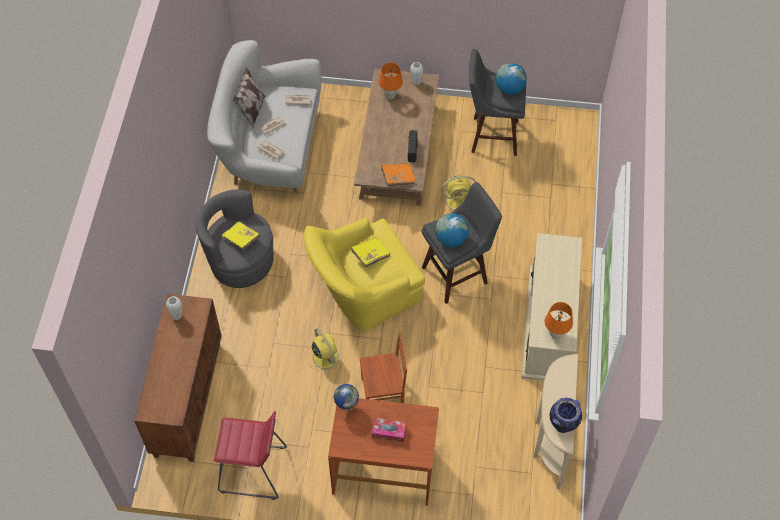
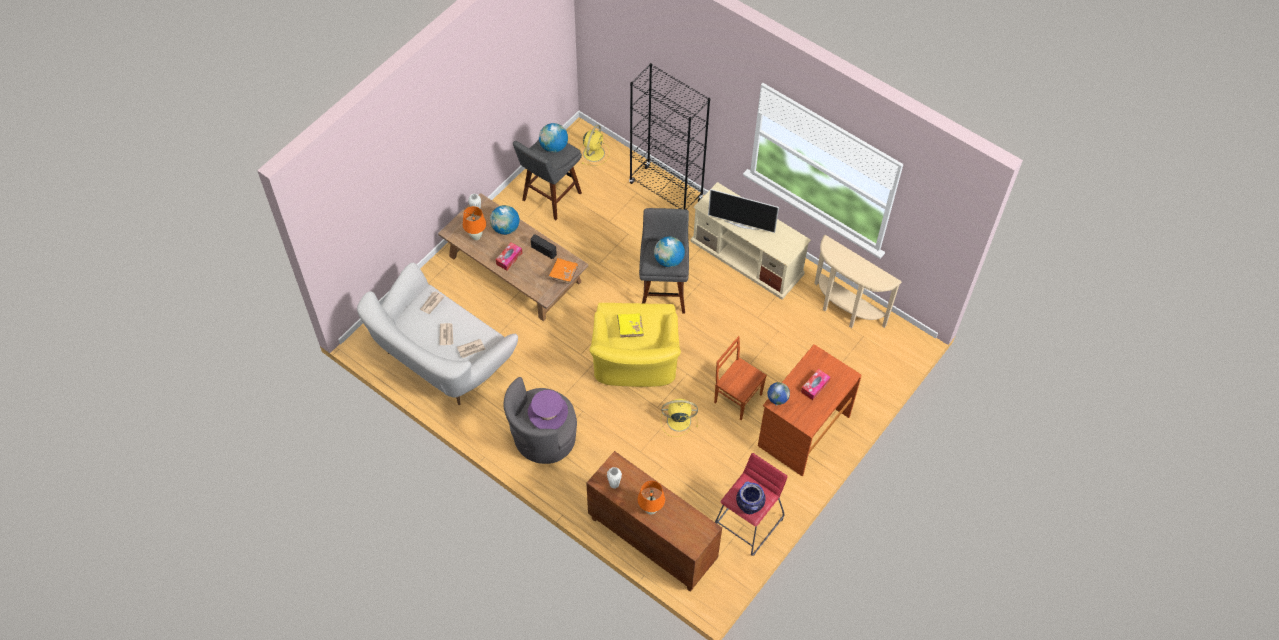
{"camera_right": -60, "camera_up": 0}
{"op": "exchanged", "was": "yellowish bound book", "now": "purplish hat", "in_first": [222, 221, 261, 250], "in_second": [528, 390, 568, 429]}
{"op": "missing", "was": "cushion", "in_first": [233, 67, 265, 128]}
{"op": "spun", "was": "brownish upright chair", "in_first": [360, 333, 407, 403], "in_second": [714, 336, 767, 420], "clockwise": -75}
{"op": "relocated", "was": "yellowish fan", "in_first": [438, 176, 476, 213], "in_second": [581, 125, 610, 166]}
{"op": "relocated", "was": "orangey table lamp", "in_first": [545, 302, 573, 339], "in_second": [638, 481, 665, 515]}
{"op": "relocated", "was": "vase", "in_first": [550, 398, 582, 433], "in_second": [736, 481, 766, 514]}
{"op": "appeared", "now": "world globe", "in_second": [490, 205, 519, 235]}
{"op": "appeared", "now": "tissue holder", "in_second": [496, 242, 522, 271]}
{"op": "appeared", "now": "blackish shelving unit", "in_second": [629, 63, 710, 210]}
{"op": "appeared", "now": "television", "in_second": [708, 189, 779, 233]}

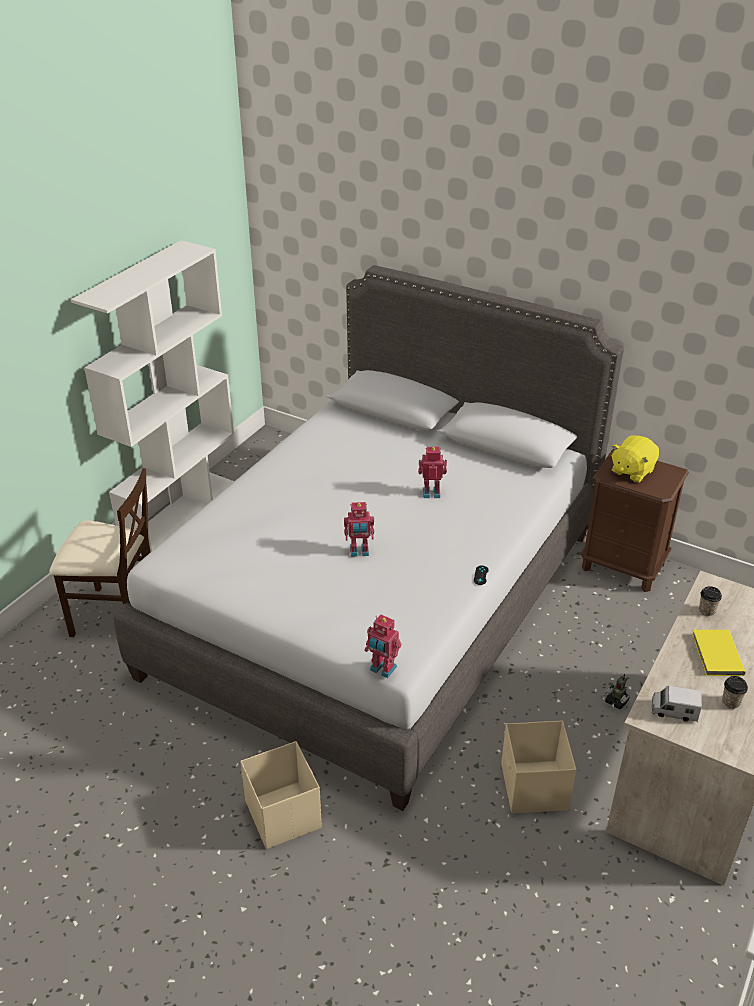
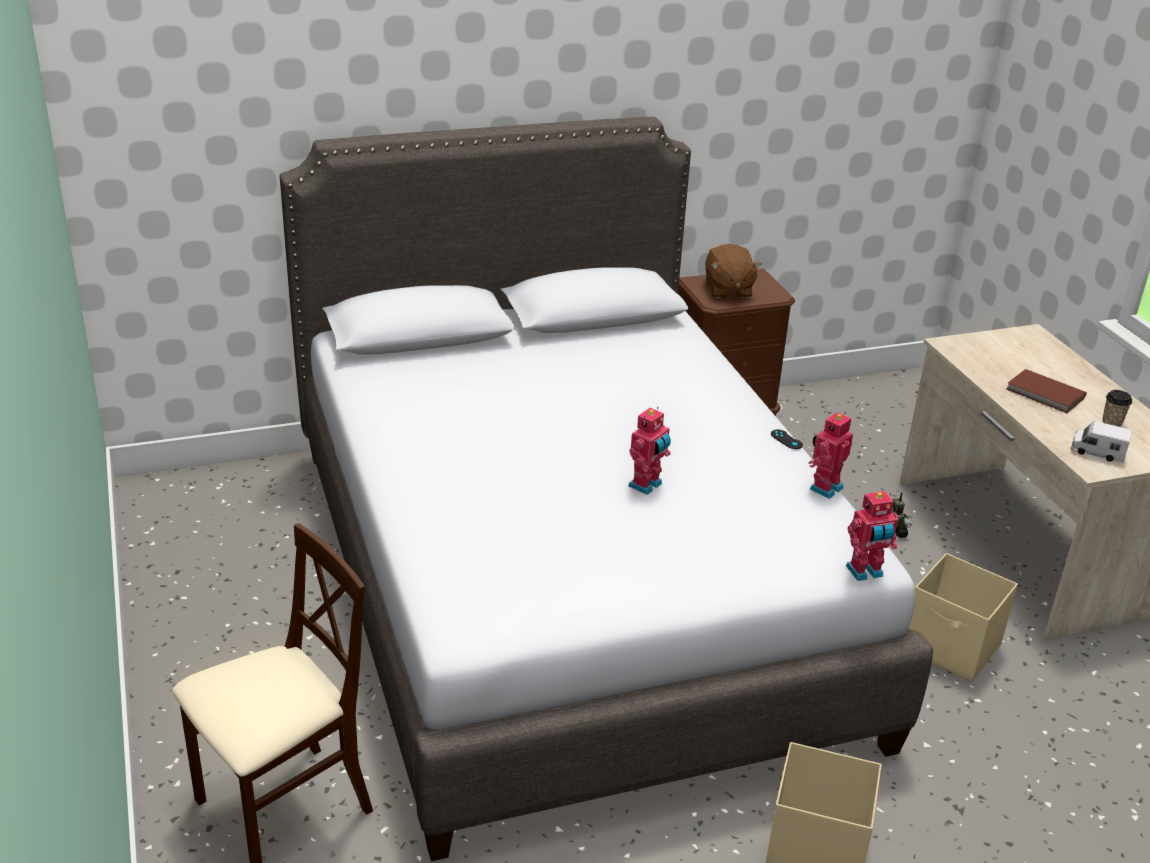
{"camera_right": -50, "camera_up": -5}
{"op": "missing", "was": "whitish shelving unit", "in_first": [71, 240, 234, 556]}
{"op": "relocated", "was": "robot figure", "in_first": [418, 447, 447, 498], "in_second": [809, 412, 853, 499]}
{"op": "colour", "was": "yellowish cuddly toy", "now": "brownish cuddly toy", "in_first": [612, 435, 659, 483], "in_second": [705, 244, 762, 299]}
{"op": "spun", "was": "toy truck", "in_first": [652, 686, 702, 722], "in_second": [1071, 421, 1132, 463], "clockwise": 60}
{"op": "colour", "was": "yellowish bound book", "now": "brownish bound book", "in_first": [692, 630, 746, 676], "in_second": [1006, 369, 1087, 413]}
{"op": "missing", "was": "cup", "in_first": [699, 586, 722, 616]}

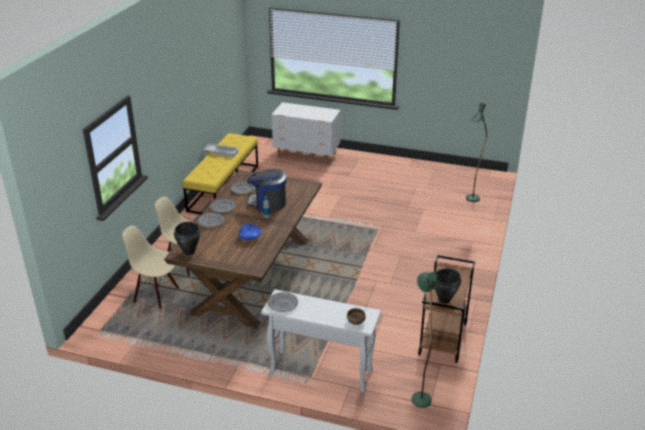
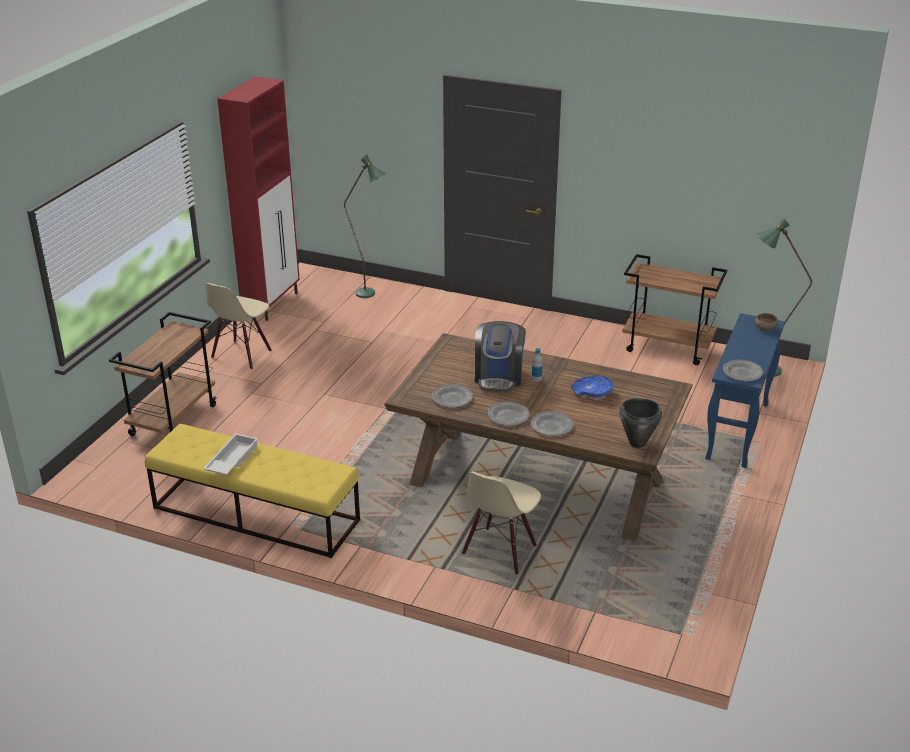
{"camera_right": -85, "camera_up": 0}
{"op": "relocated", "was": "sand-coloured upright chair", "in_first": [122, 225, 179, 309], "in_second": [205, 283, 272, 370]}
{"op": "colour", "was": "whitish console table", "now": "blue console table", "in_first": [261, 289, 381, 392], "in_second": [705, 313, 785, 468]}
{"op": "exchanged", "was": "whitish drawer chest", "now": "brownish cart", "in_first": [271, 102, 341, 165], "in_second": [109, 312, 216, 436]}
{"op": "missing", "was": "blackish stockpot", "in_first": [434, 268, 461, 304]}
{"op": "appeared", "now": "reddish storage cabinet", "in_second": [217, 76, 300, 321]}

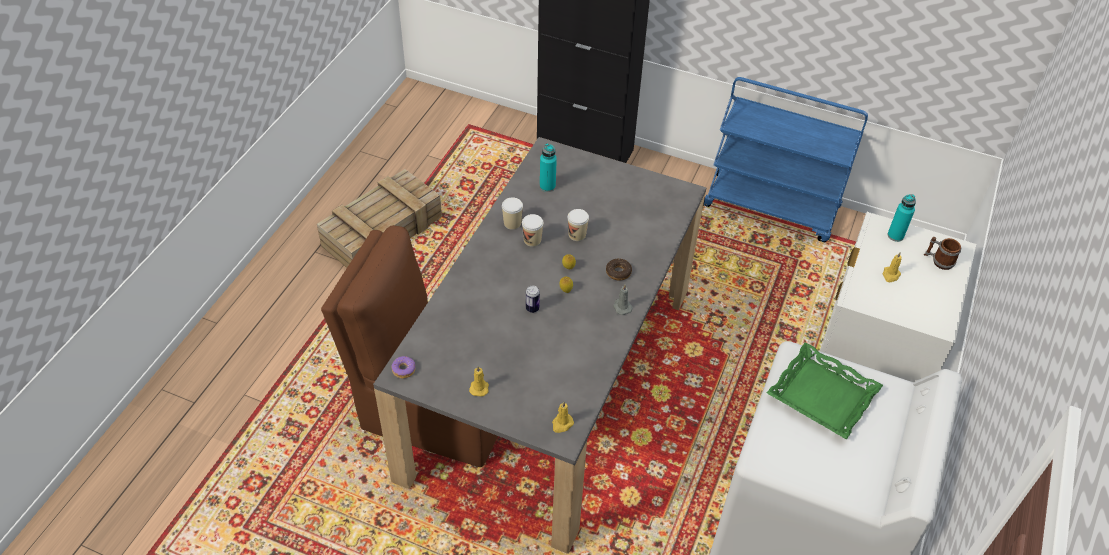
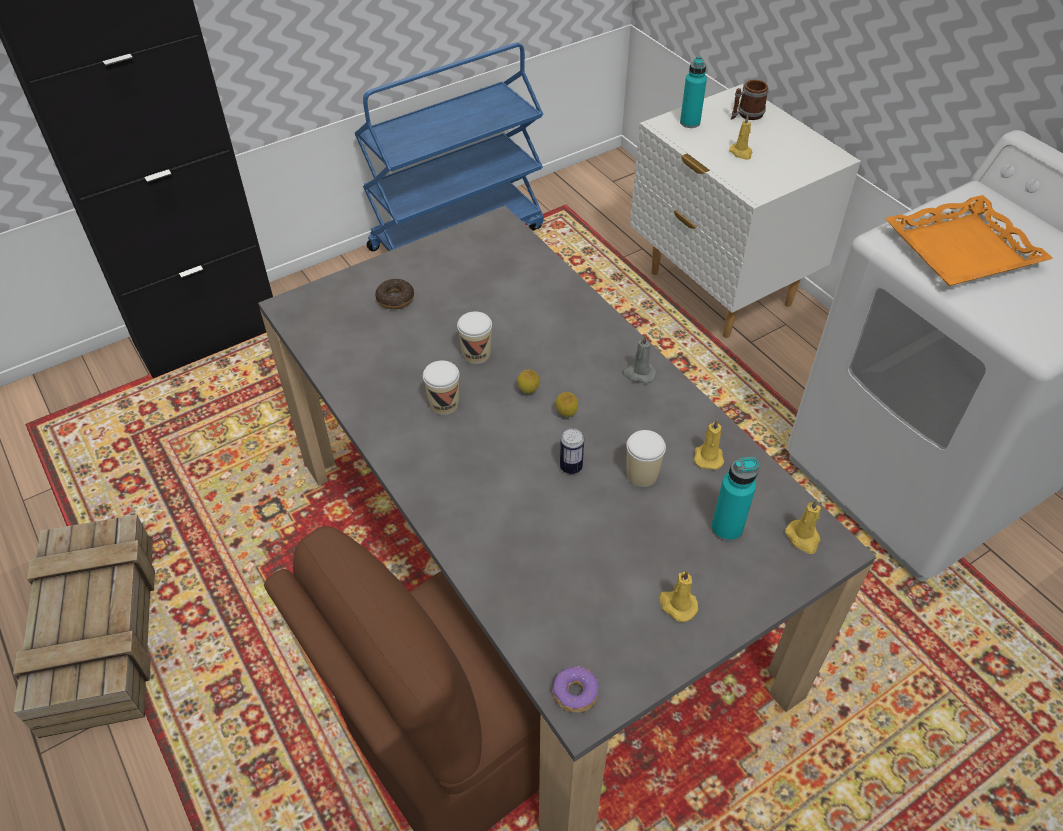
{"camera_right": -55, "camera_up": 0}
{"op": "relocated", "was": "cup", "in_first": [502, 197, 523, 230], "in_second": [626, 430, 666, 487]}
{"op": "relocated", "was": "turquoise beverage bottle", "in_first": [540, 143, 557, 192], "in_second": [711, 457, 759, 542]}
{"op": "relocated", "was": "ring doughnut", "in_first": [606, 259, 632, 281], "in_second": [375, 279, 414, 309]}
{"op": "colour", "was": "green-coloured carrying tray", "now": "orangey carrying tray", "in_first": [767, 342, 883, 440], "in_second": [885, 195, 1053, 286]}
{"op": "appeared", "now": "yellowish wax candle", "in_second": [694, 419, 724, 470]}

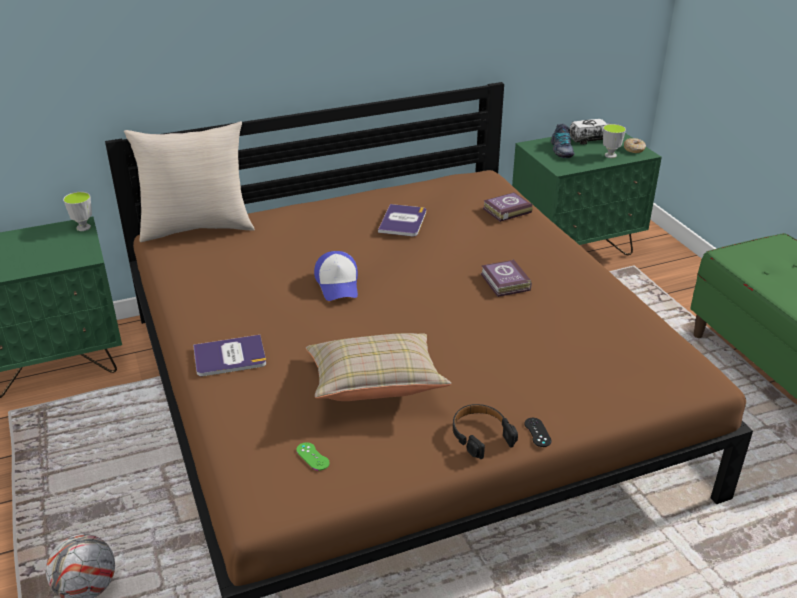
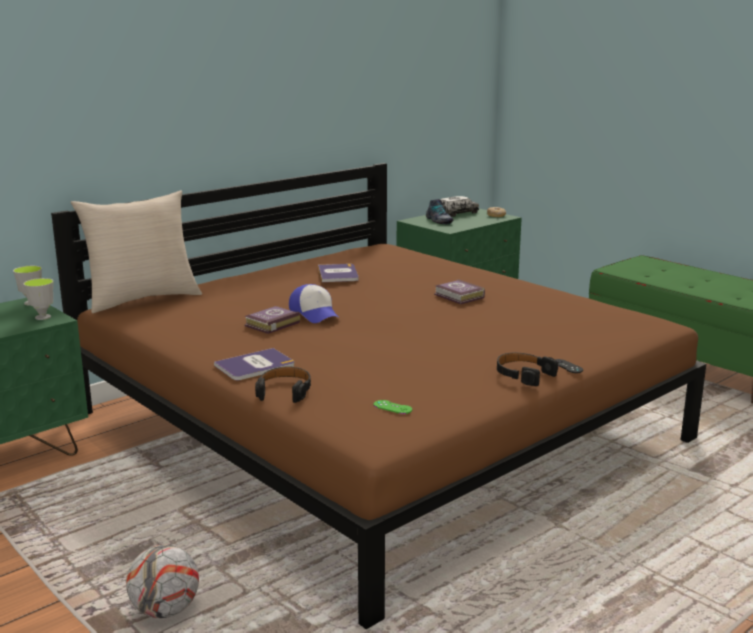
{"camera_right": -20, "camera_up": -15}
{"op": "missing", "was": "sand-coloured cushion", "in_first": [306, 333, 451, 401]}
{"op": "relocated", "was": "bound book", "in_first": [483, 192, 533, 222], "in_second": [244, 306, 300, 334]}
{"op": "relocated", "was": "cup", "in_first": [603, 124, 626, 158], "in_second": [23, 278, 54, 320]}
{"op": "appeared", "now": "blackish headphones", "in_second": [255, 366, 311, 403]}

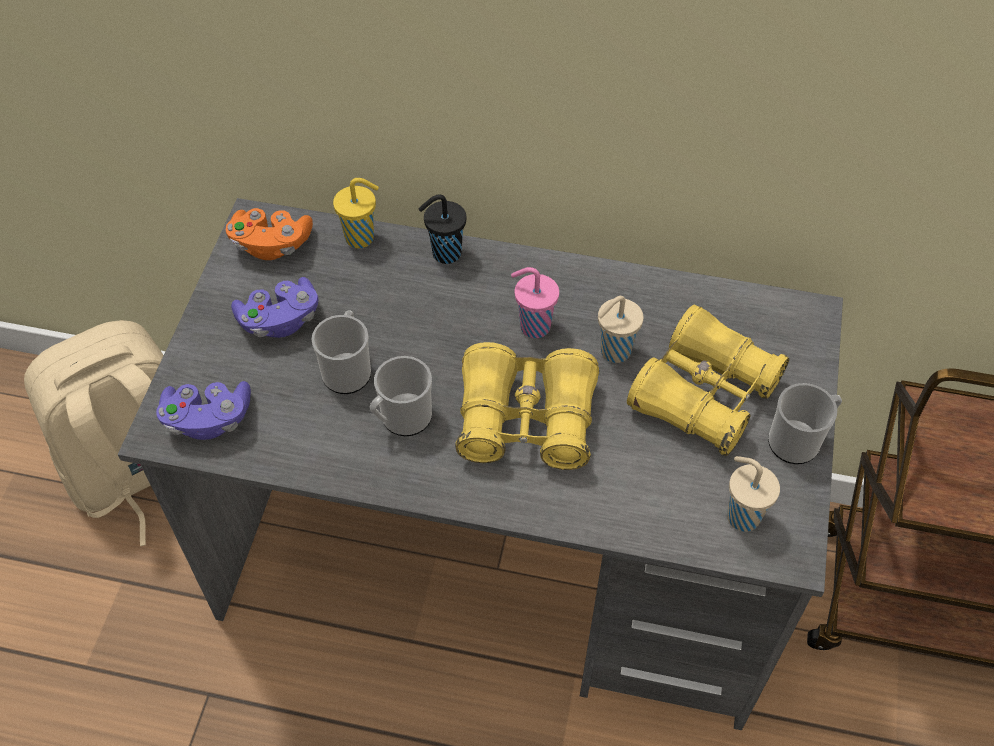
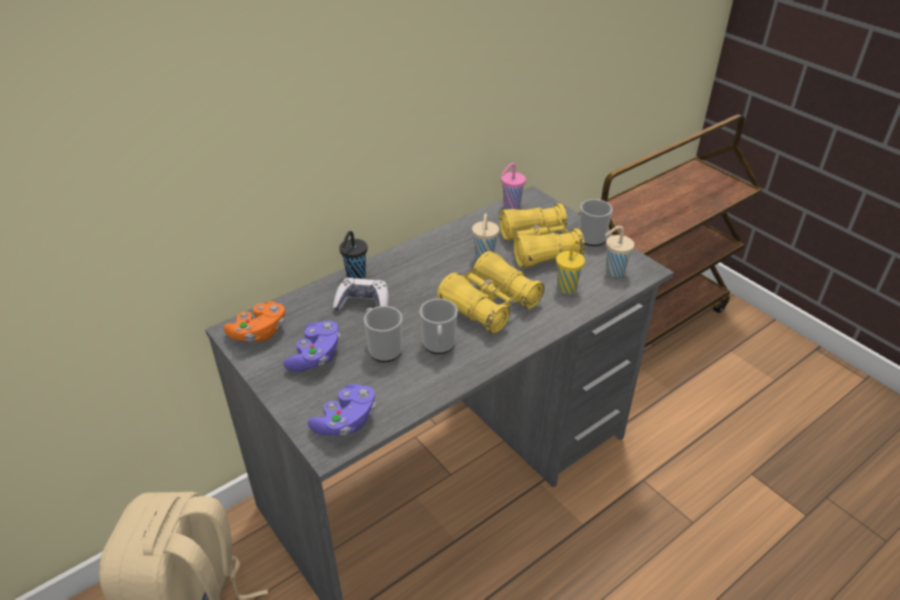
{"camera_right": -50, "camera_up": -15}
{"op": "relocated", "was": "yellowish cup", "in_first": [333, 178, 379, 248], "in_second": [556, 239, 585, 294]}
{"op": "relocated", "was": "pink-coloured cup", "in_first": [511, 267, 559, 338], "in_second": [501, 163, 526, 209]}
{"op": "appeared", "now": "gamepad", "in_second": [333, 278, 389, 311]}

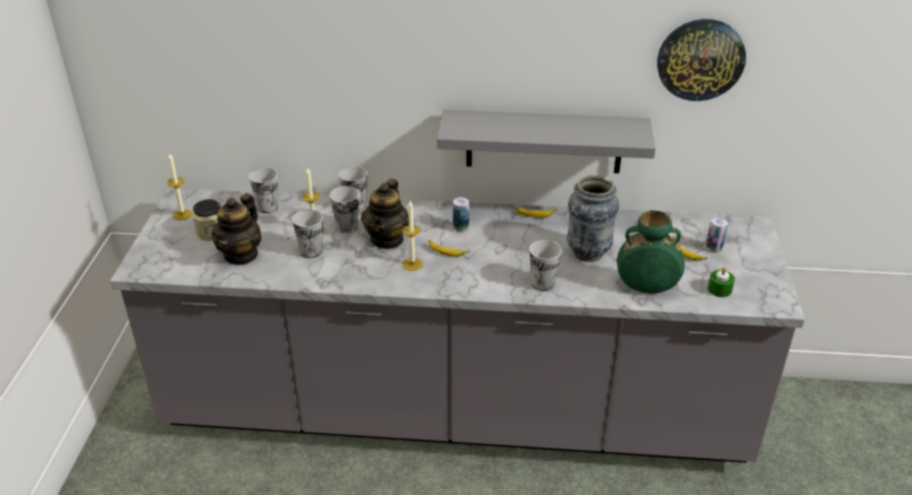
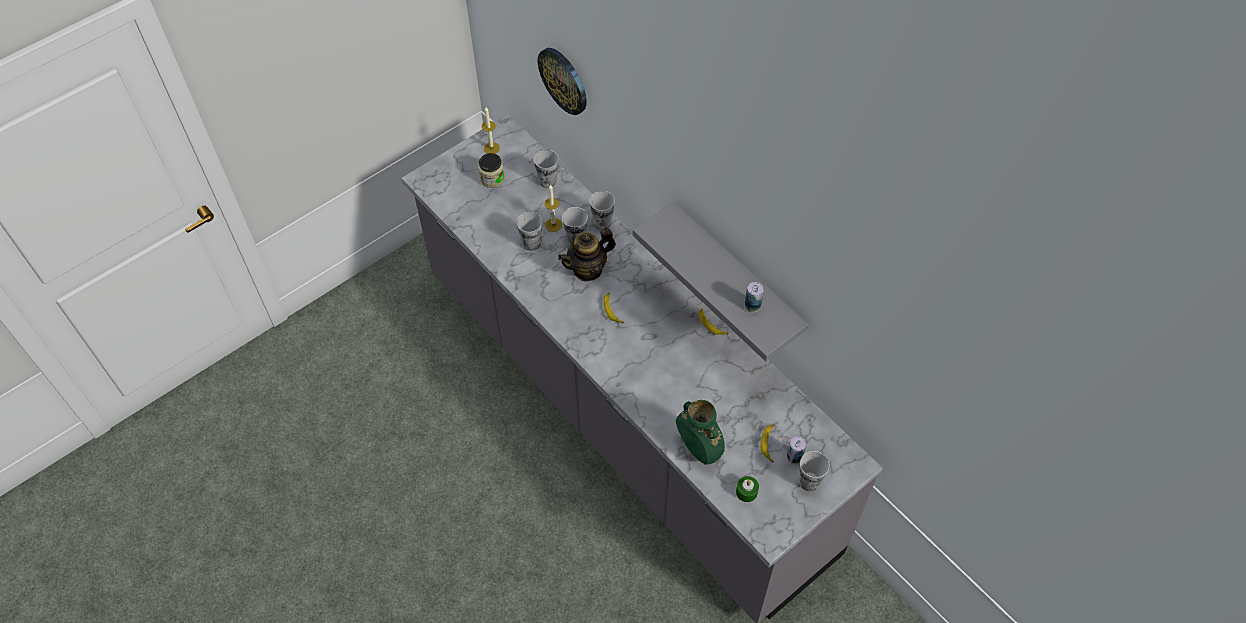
{"camera_right": 45, "camera_up": 20}
{"op": "missing", "was": "tea pot", "in_first": [211, 193, 262, 265]}
{"op": "missing", "was": "wax candle", "in_first": [402, 201, 423, 271]}
{"op": "relocated", "was": "metal can", "in_first": [453, 197, 470, 232], "in_second": [745, 282, 764, 313]}
{"op": "relocated", "was": "cup", "in_first": [529, 240, 562, 291], "in_second": [799, 451, 830, 491]}
{"op": "missing", "was": "vase", "in_first": [567, 175, 619, 262]}
{"op": "relocated", "was": "hanging clock", "in_first": [657, 19, 746, 101], "in_second": [538, 48, 587, 115]}

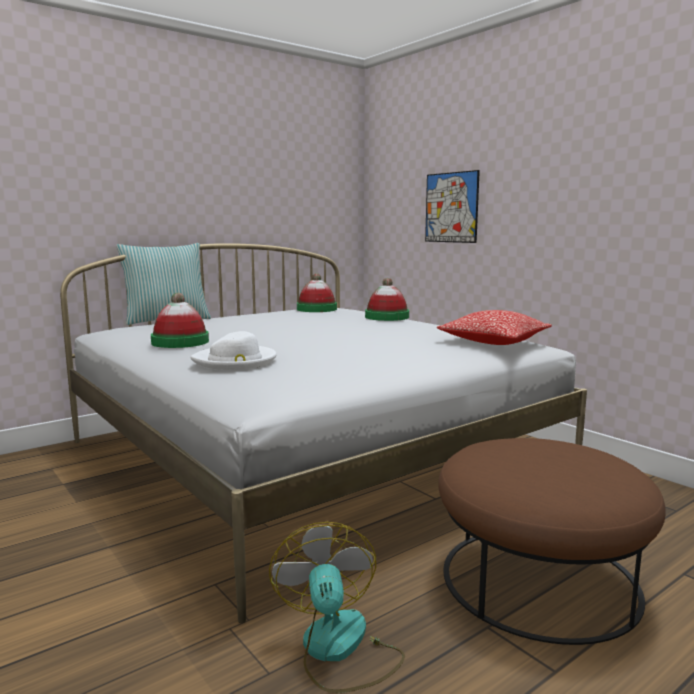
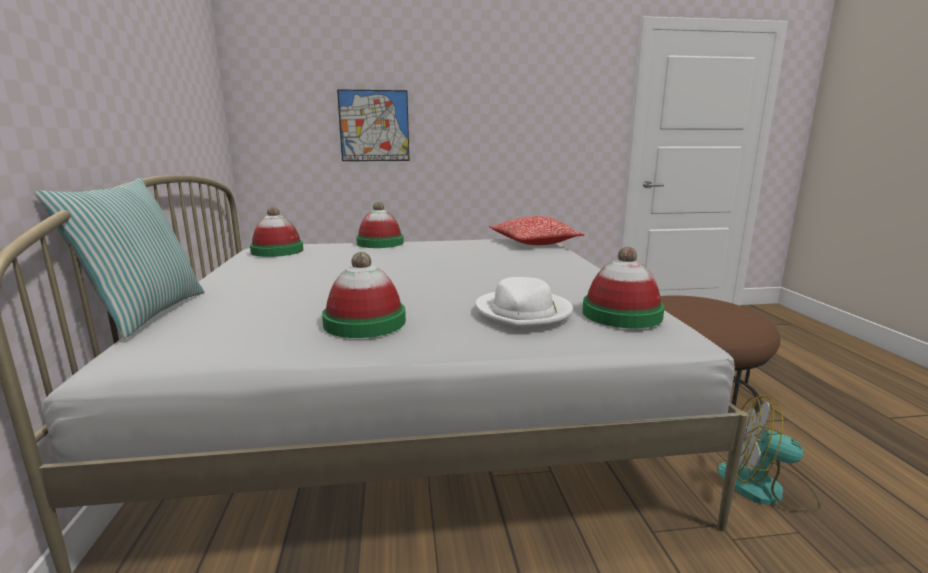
{"camera_right": -60, "camera_up": 5}
{"op": "appeared", "now": "hat", "in_second": [582, 247, 664, 329]}

